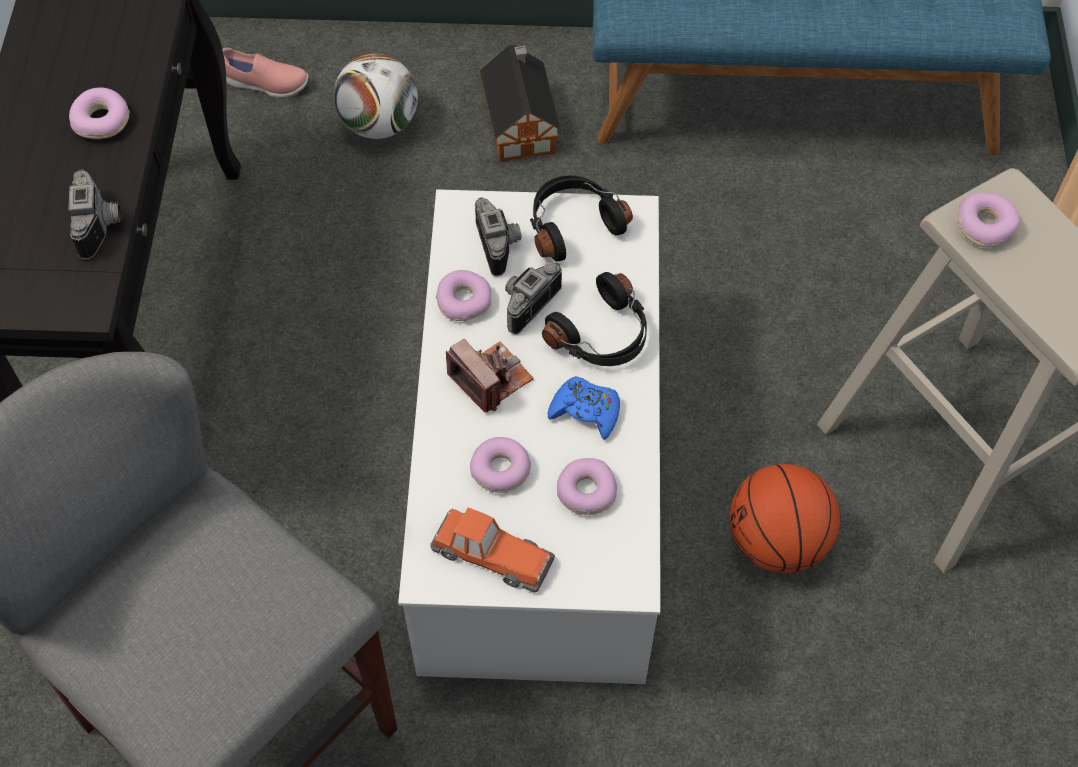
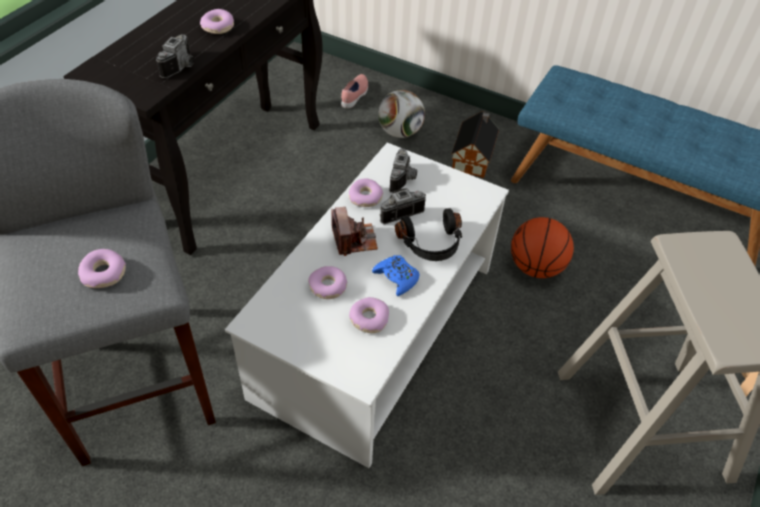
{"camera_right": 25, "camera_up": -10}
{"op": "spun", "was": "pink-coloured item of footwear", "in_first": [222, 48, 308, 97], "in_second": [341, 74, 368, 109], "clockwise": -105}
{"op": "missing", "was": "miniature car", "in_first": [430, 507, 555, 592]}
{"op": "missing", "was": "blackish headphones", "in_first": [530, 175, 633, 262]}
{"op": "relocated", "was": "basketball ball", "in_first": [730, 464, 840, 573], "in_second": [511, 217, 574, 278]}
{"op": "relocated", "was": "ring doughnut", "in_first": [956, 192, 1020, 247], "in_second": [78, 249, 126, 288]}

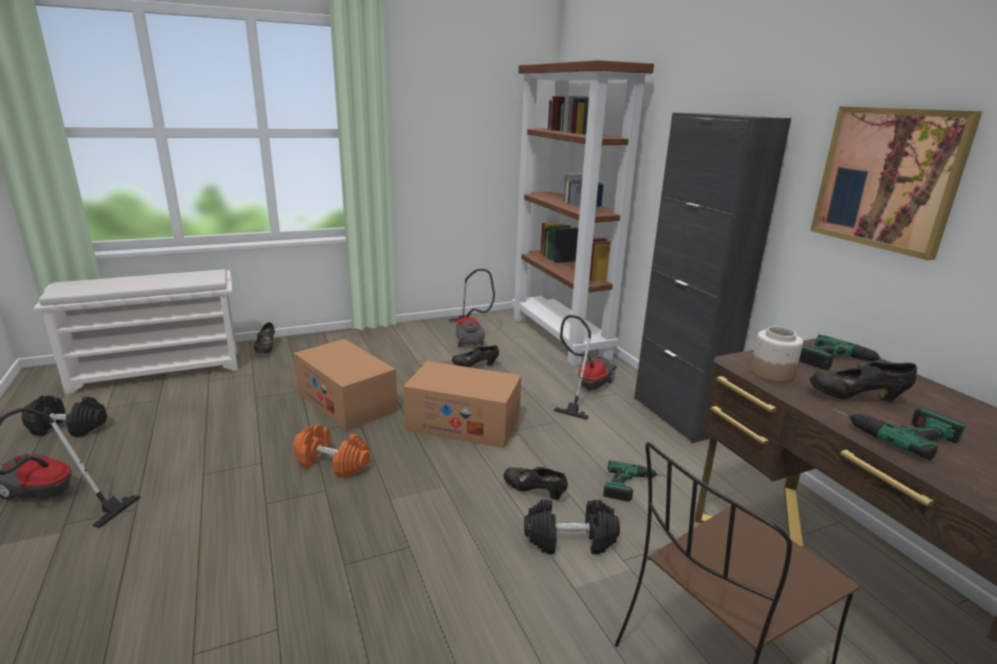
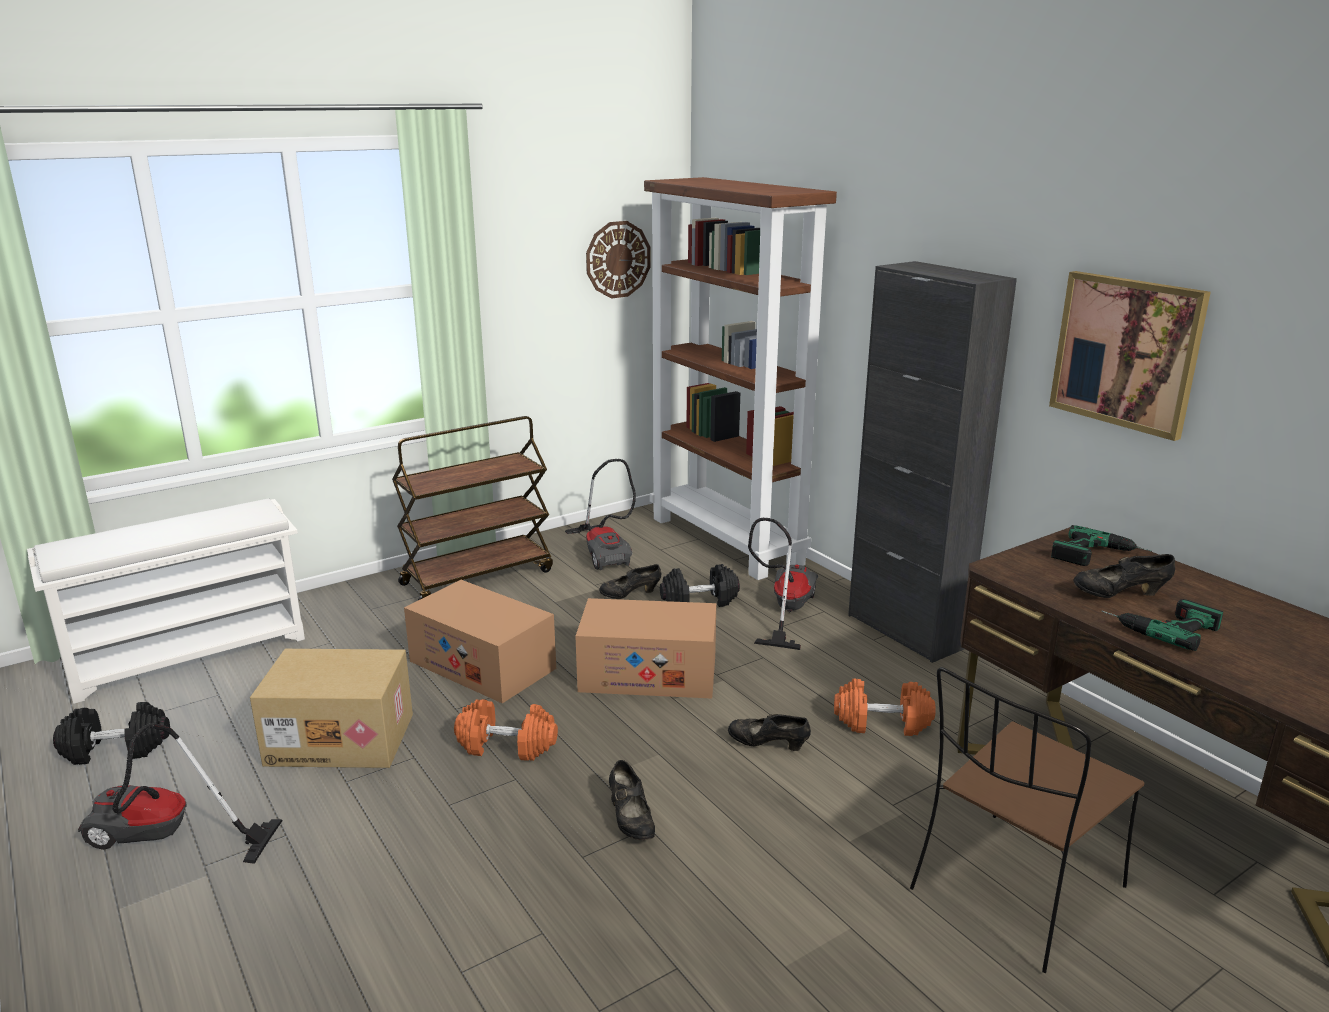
{"camera_right": -10, "camera_up": 0}
{"op": "relocated", "was": "blackish item of footwear", "in_first": [254, 322, 275, 354], "in_second": [609, 760, 655, 840]}
{"op": "relocated", "was": "blackish free weight", "in_first": [524, 499, 620, 554], "in_second": [660, 564, 740, 607]}
{"op": "exchanged", "was": "electric drill", "now": "orangey free weight", "in_first": [603, 461, 667, 501], "in_second": [834, 679, 936, 736]}
{"op": "missing", "was": "preserve jar", "in_first": [750, 327, 803, 382]}
{"op": "appeared", "now": "packing box", "in_second": [250, 649, 413, 768]}
{"op": "appeared", "now": "brownish cart", "in_second": [392, 416, 553, 600]}
{"op": "appeared", "now": "hanging clock", "in_second": [586, 221, 651, 299]}

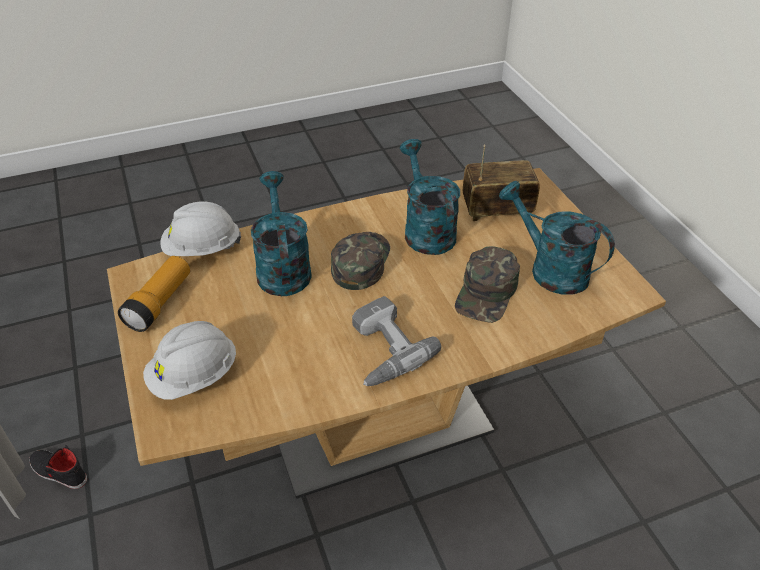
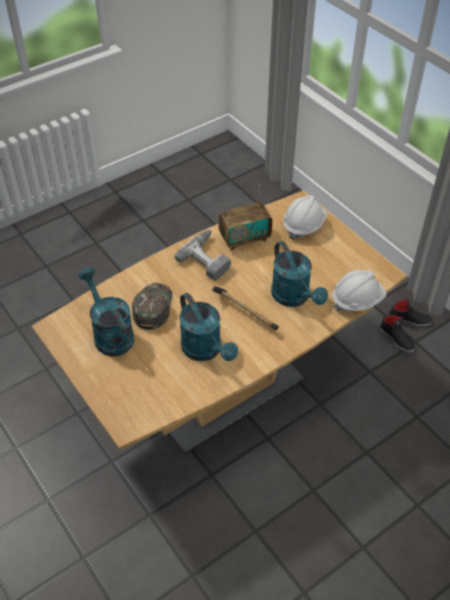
{"camera_right": 165, "camera_up": 5}
{"op": "missing", "was": "torch", "in_first": [118, 256, 190, 332]}
{"op": "exchanged", "was": "green-coloured baseball cap", "now": "tool hammer", "in_first": [331, 232, 390, 290], "in_second": [211, 286, 279, 330]}
{"op": "relocated", "was": "radio set", "in_first": [463, 145, 540, 221], "in_second": [218, 184, 272, 251]}
{"op": "spun", "was": "turquoise watering pot", "in_first": [499, 181, 615, 295], "in_second": [78, 268, 134, 356], "clockwise": -150}
{"op": "appeared", "now": "blackish item of footwear", "in_second": [380, 315, 415, 353]}

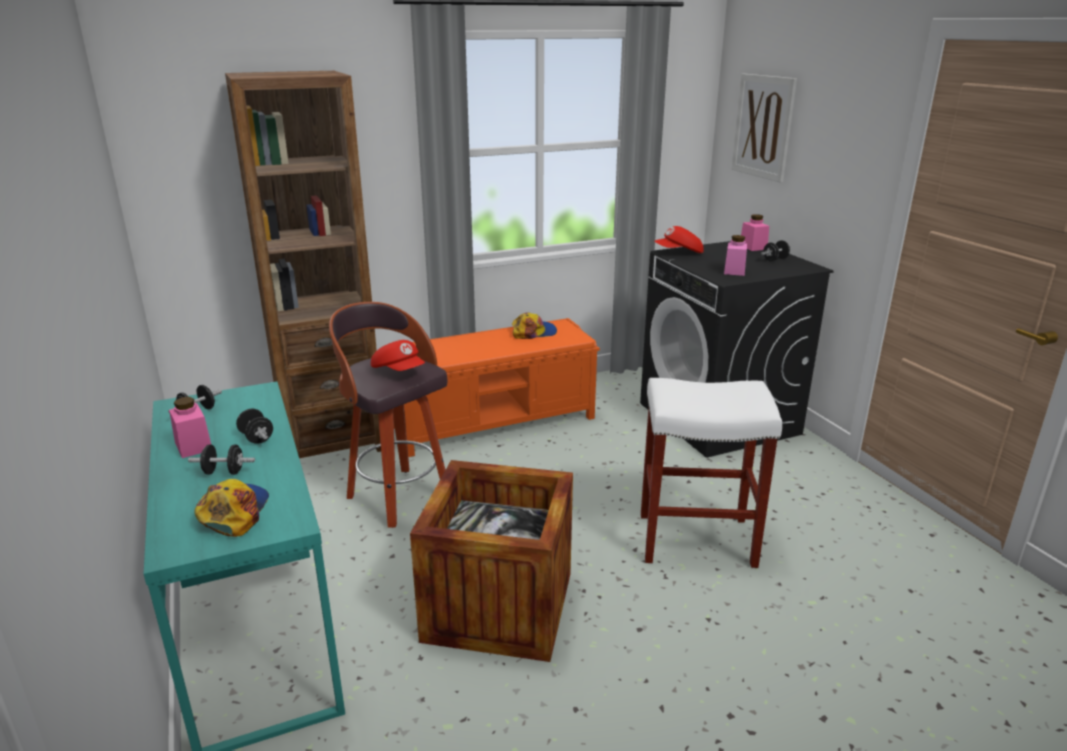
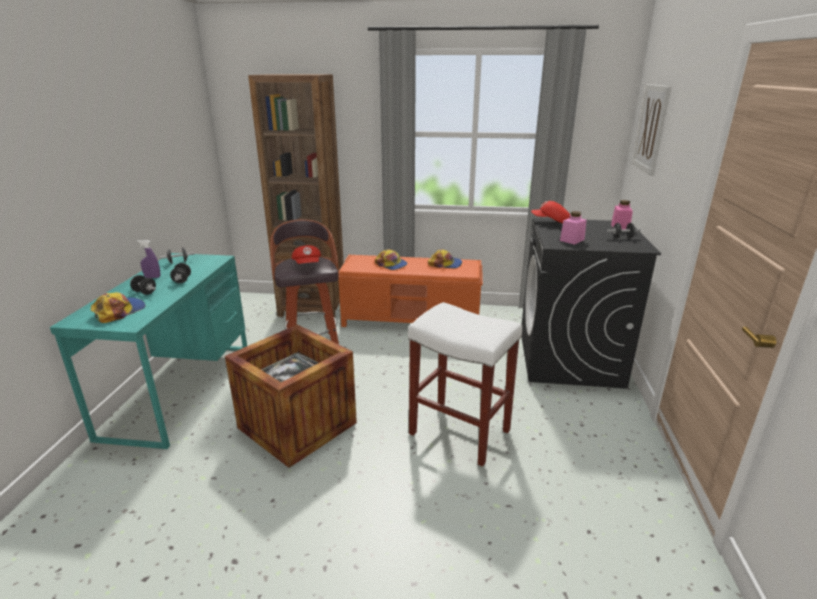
{"camera_right": 30, "camera_up": 0}
{"op": "exchanged", "was": "pink-coloured preserve jar", "now": "purplish sprayer", "in_first": [169, 397, 211, 458], "in_second": [137, 240, 161, 278]}
{"op": "appeared", "now": "baseball cap", "in_second": [375, 249, 407, 270]}

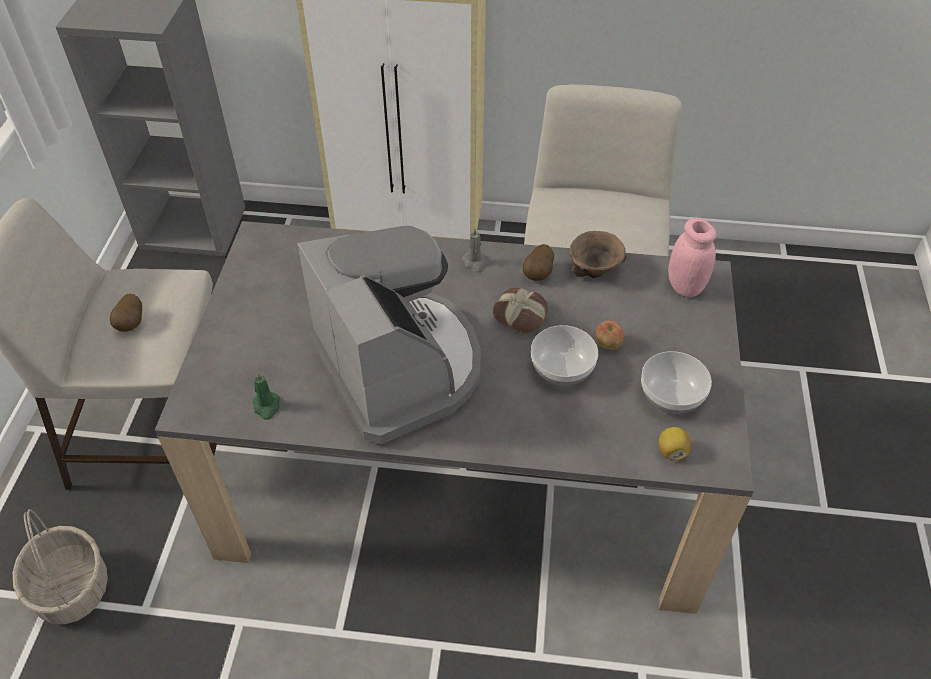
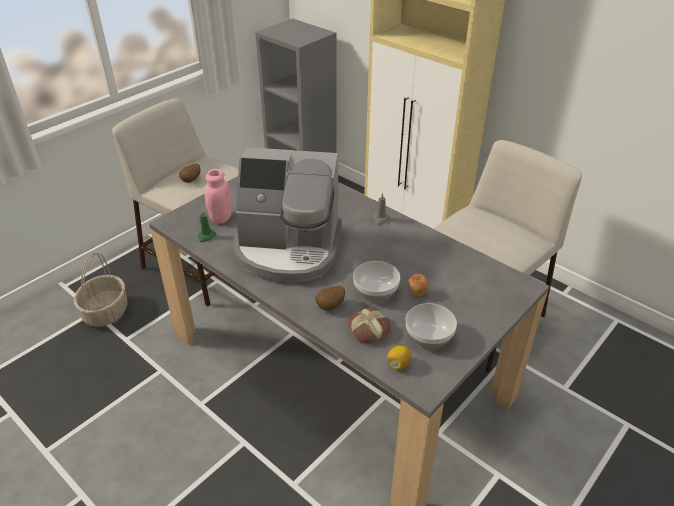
{"camera_right": 35, "camera_up": -10}
{"op": "spun", "was": "coffee brewer", "in_first": [298, 226, 481, 444], "in_second": [233, 147, 342, 283], "clockwise": 90}
{"op": "relocated", "was": "bakery bread", "in_first": [493, 288, 548, 334], "in_second": [348, 308, 391, 344]}
{"op": "relocated", "was": "whole potato", "in_first": [523, 244, 554, 281], "in_second": [315, 286, 345, 311]}
{"op": "missing", "was": "brownish deep dish", "in_first": [570, 231, 627, 278]}
{"op": "relocated", "was": "pink-coloured preserve jar", "in_first": [668, 218, 717, 297], "in_second": [205, 169, 232, 224]}

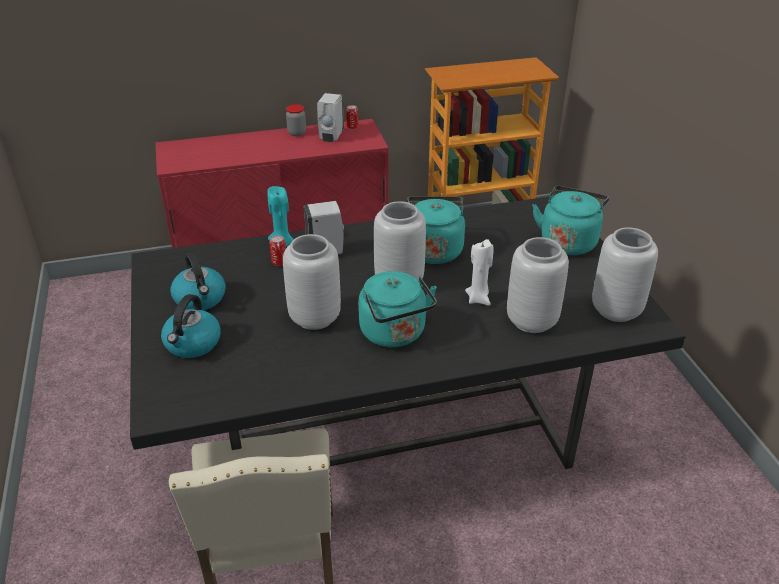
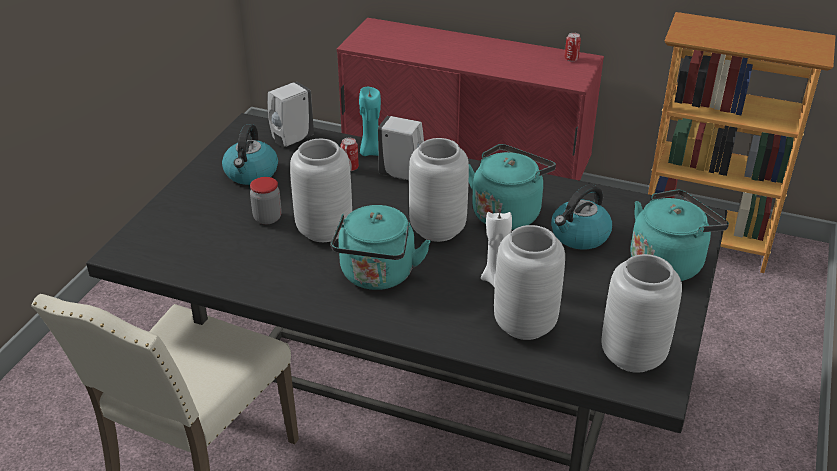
{"camera_right": 35, "camera_up": 0}
{"op": "relocated", "was": "tea kettle", "in_first": [161, 294, 221, 358], "in_second": [551, 184, 612, 250]}
{"op": "relocated", "was": "preserve jar", "in_first": [286, 104, 306, 136], "in_second": [250, 177, 282, 224]}
{"op": "relocated", "was": "whitish liquid soap bottle", "in_first": [317, 92, 344, 142], "in_second": [267, 82, 314, 147]}

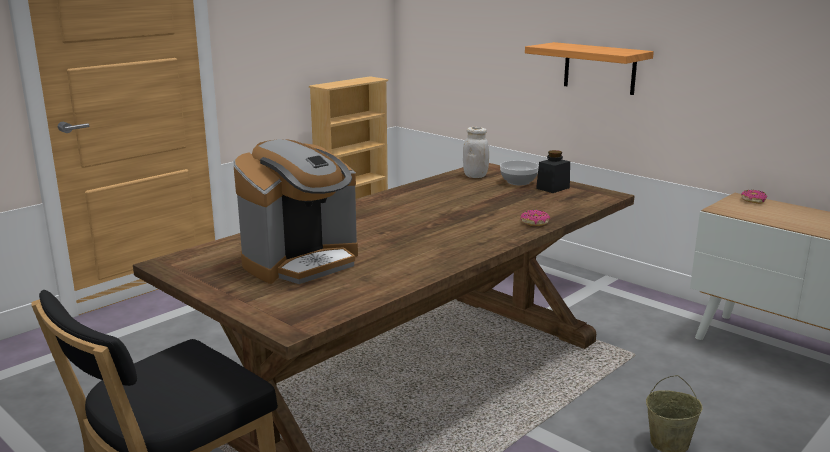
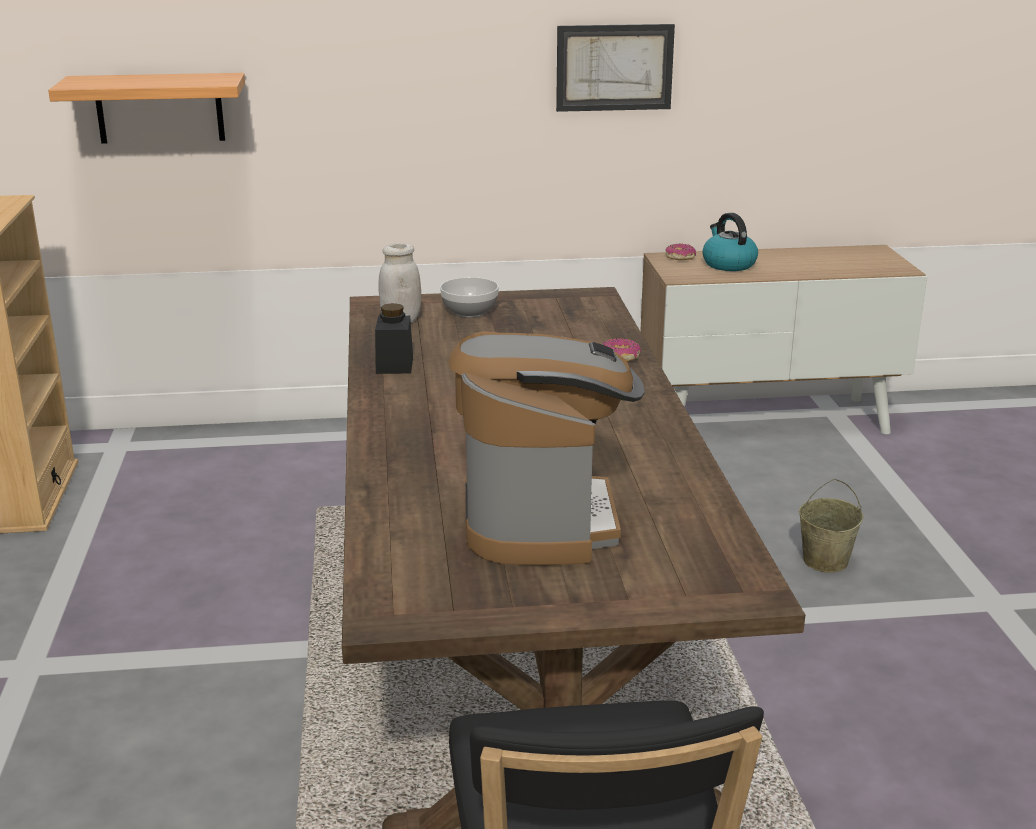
{"camera_right": -50, "camera_up": 5}
{"op": "relocated", "was": "shelf", "in_first": [525, 42, 654, 95], "in_second": [48, 73, 245, 144]}
{"op": "relocated", "was": "blackish preserve jar", "in_first": [536, 150, 570, 193], "in_second": [375, 303, 413, 374]}
{"op": "appeared", "now": "picture", "in_second": [556, 24, 675, 112]}
{"op": "appeared", "now": "tea kettle", "in_second": [702, 213, 758, 271]}

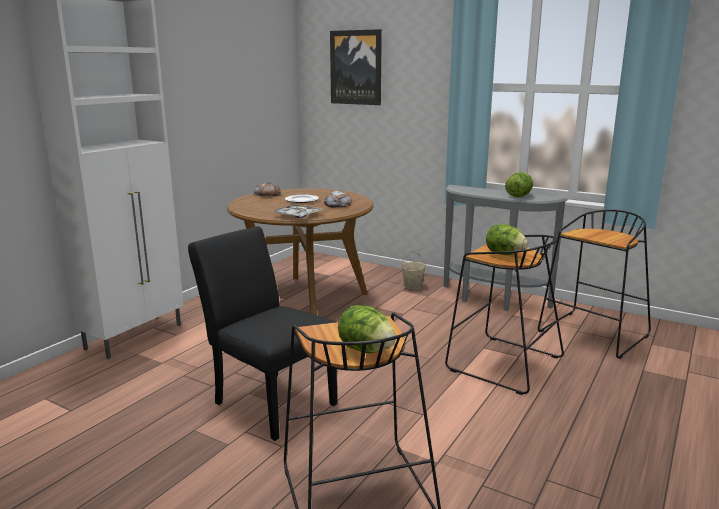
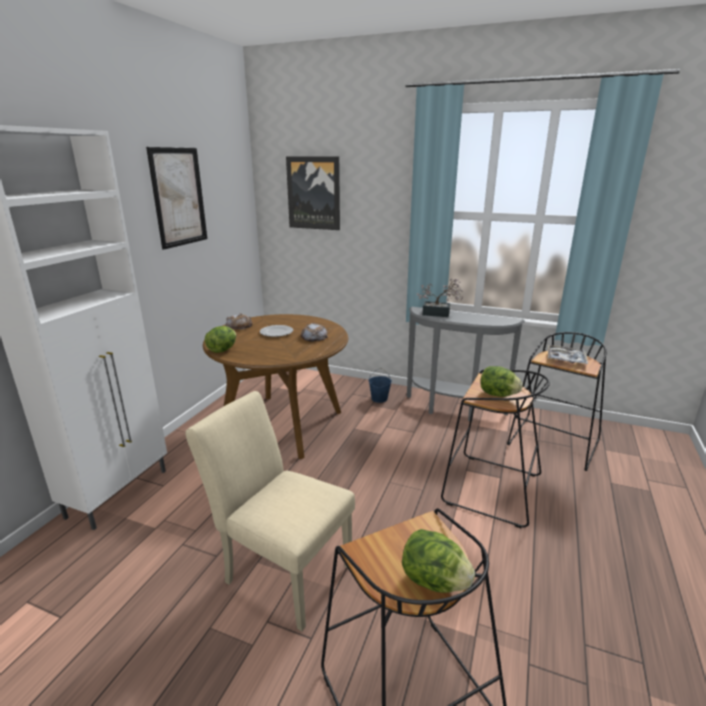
{"camera_right": -10, "camera_up": 5}
{"op": "colour", "was": "blackish upright chair", "now": "sand-coloured upright chair", "in_first": [188, 226, 337, 441], "in_second": [185, 391, 355, 632]}
{"op": "relocated", "was": "carrying tray", "in_first": [272, 204, 323, 218], "in_second": [548, 345, 588, 364]}
{"op": "colour", "was": "sand-coloured pail", "now": "blue pail", "in_first": [401, 251, 426, 289], "in_second": [369, 368, 392, 403]}
{"op": "relocated", "was": "head of lettuce", "in_first": [505, 172, 533, 197], "in_second": [205, 326, 236, 353]}
{"op": "appeared", "now": "picture", "in_second": [146, 147, 207, 250]}
{"op": "appeared", "now": "houseplant", "in_second": [417, 279, 463, 317]}

